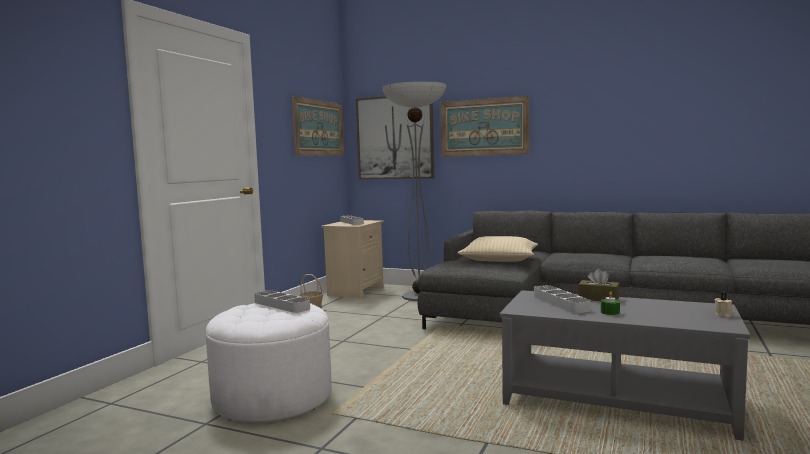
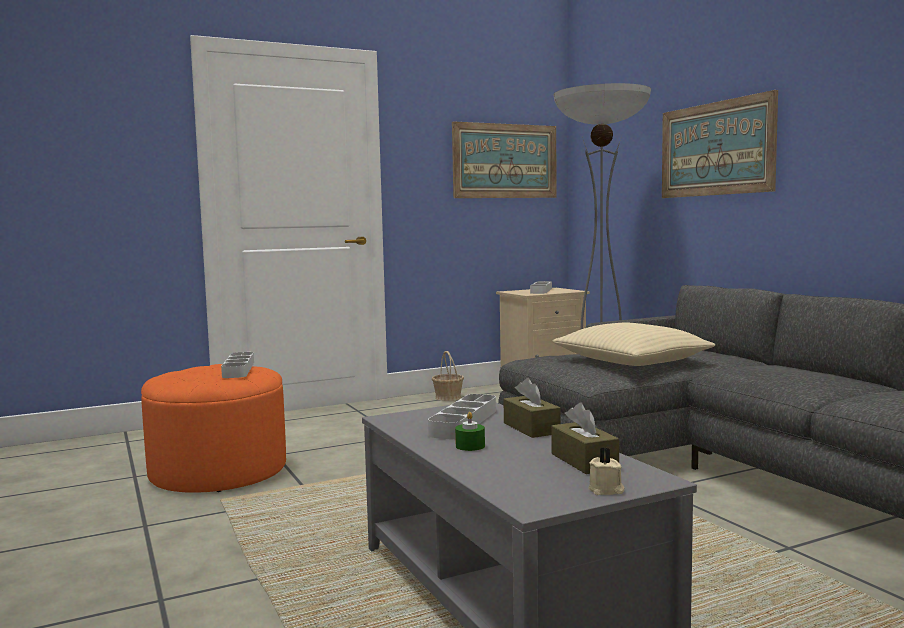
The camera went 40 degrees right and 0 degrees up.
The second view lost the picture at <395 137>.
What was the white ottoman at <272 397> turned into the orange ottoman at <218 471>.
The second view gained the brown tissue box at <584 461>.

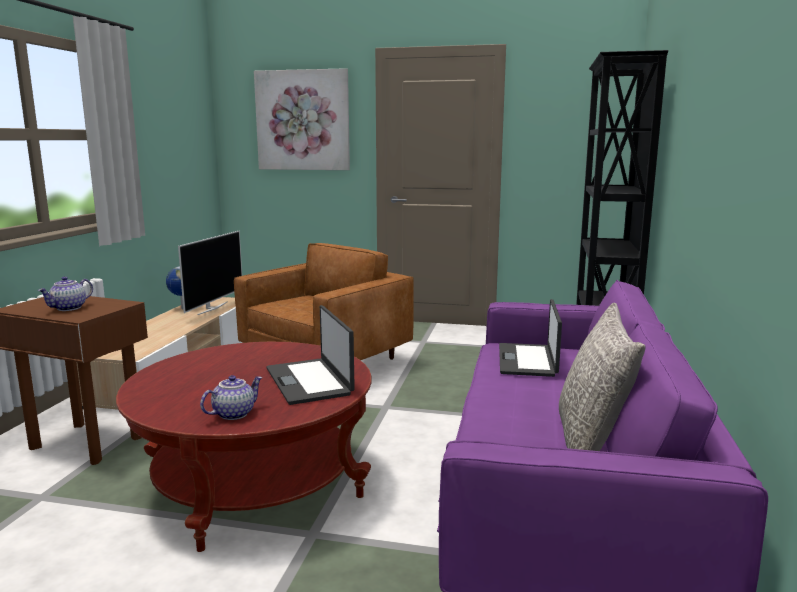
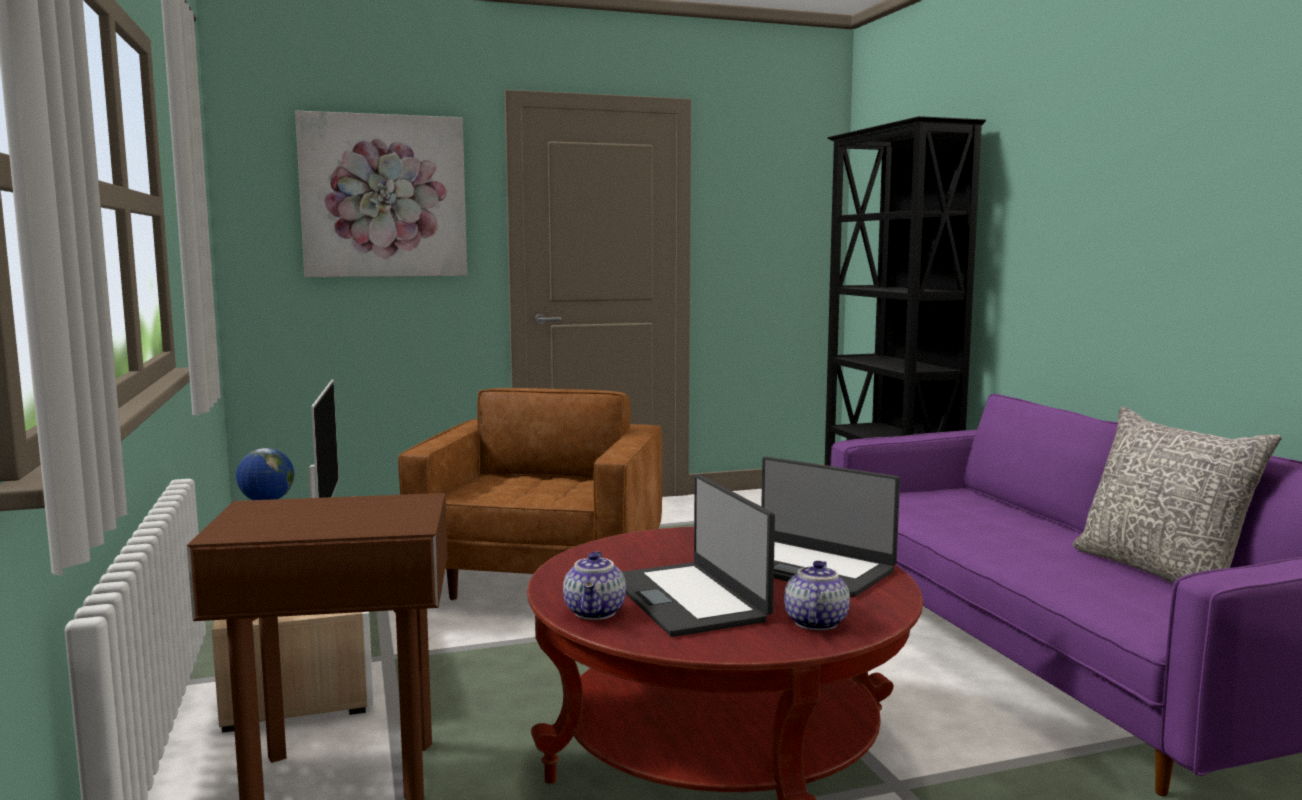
The camera went 30 degrees left and 5 degrees down.
The teapot ended up elsewhere, having gone from <69 308> to <596 612>.
The laptop ended up elsewhere, having gone from <528 360> to <689 599>.

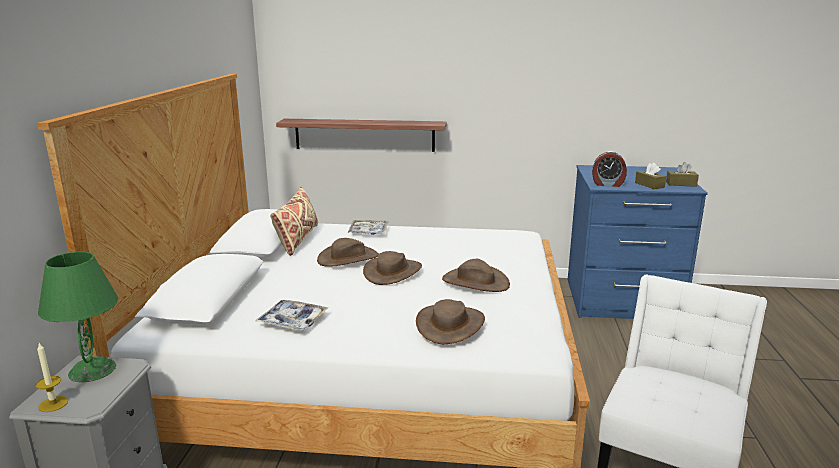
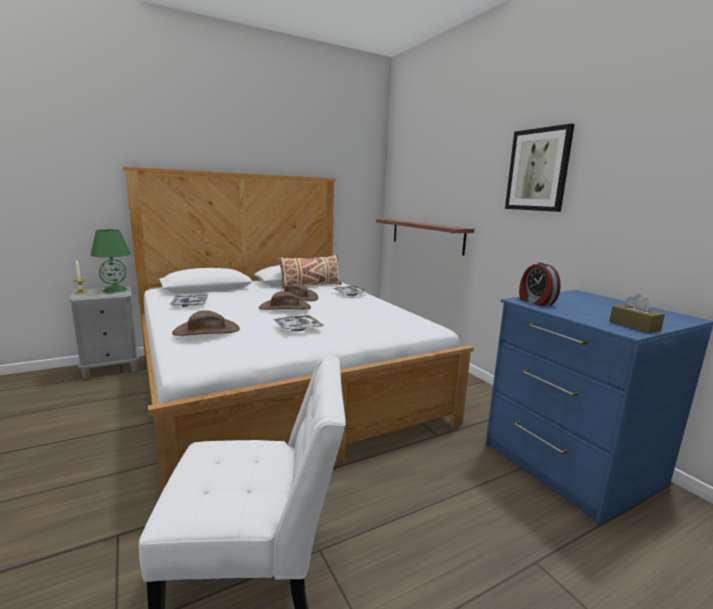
The camera went 55 degrees right and 5 degrees down.
The second view lost the brown tissue box at <649 185>.
Where the brown hat stood at <475 282>, the tray came to stand at <298 328>.
The second view gained the picture at <538 170>.

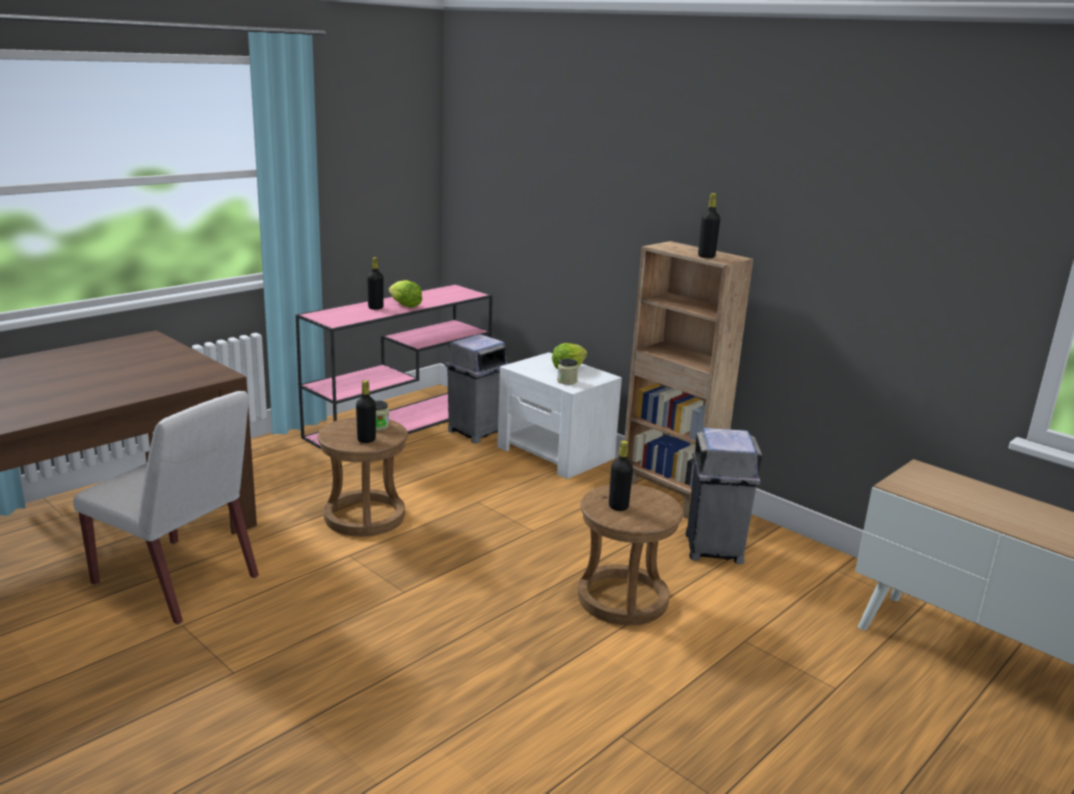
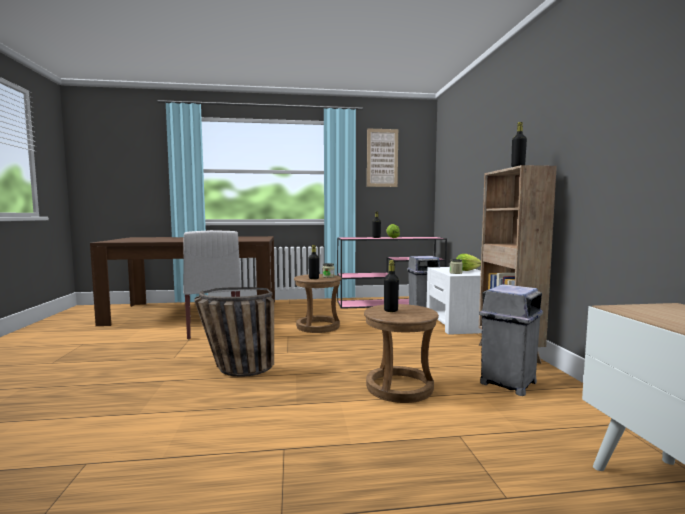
The camera went 40 degrees right and 15 degrees down.
The second view gained the picture at <382 158>.
The second view gained the basket at <232 369>.

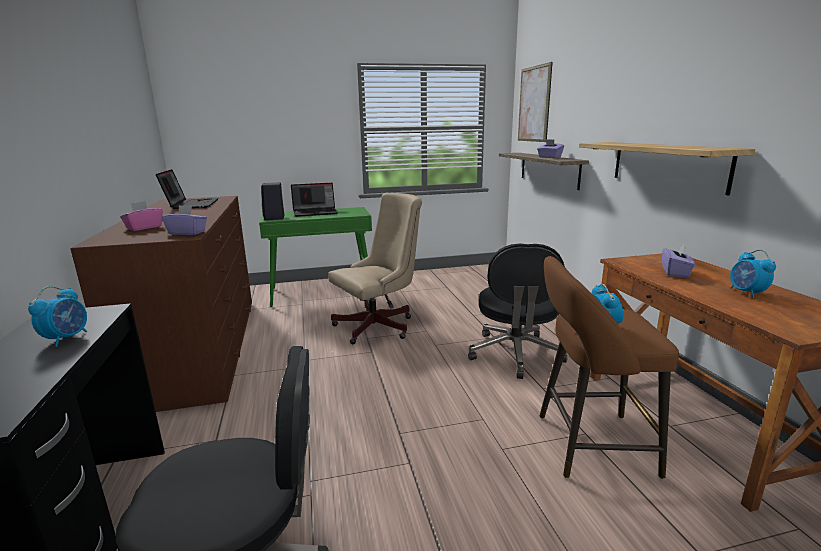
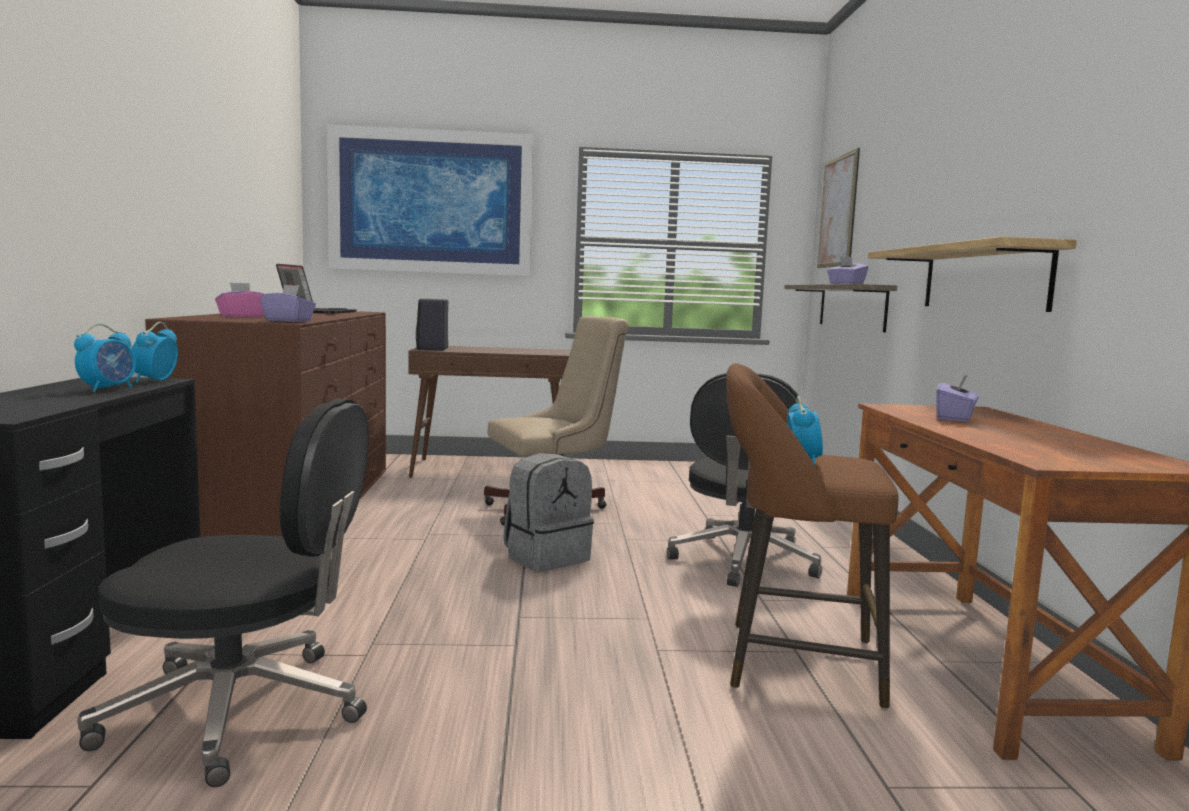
The camera went 10 degrees right and 10 degrees down.
The second view lost the laptop at <315 212>.
What was the green console table at <322 292> turned into the brown console table at <491 470>.
The alarm clock ended up elsewhere, having gone from <746 293> to <154 381>.
The second view gained the picture at <431 202>.
The second view gained the grey backpack at <546 557>.

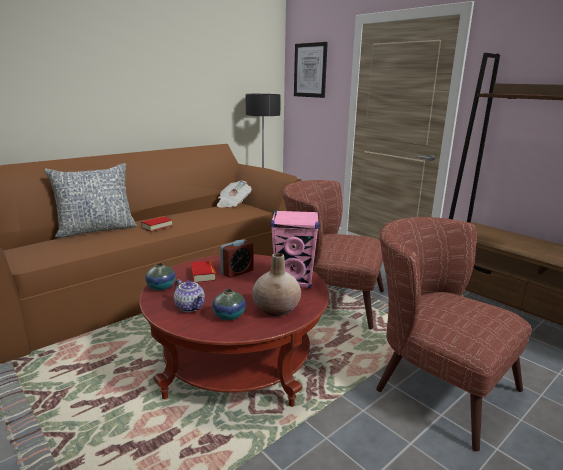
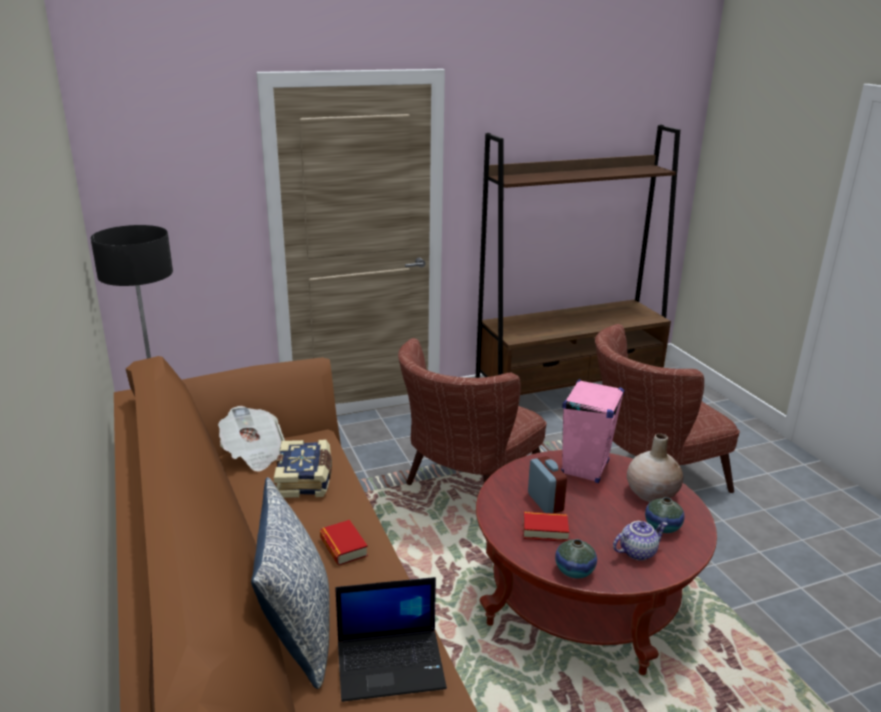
The camera went 70 degrees left and 5 degrees up.
The second view lost the picture at <310 70>.
The second view gained the book at <305 479>.
The second view gained the laptop at <391 664>.

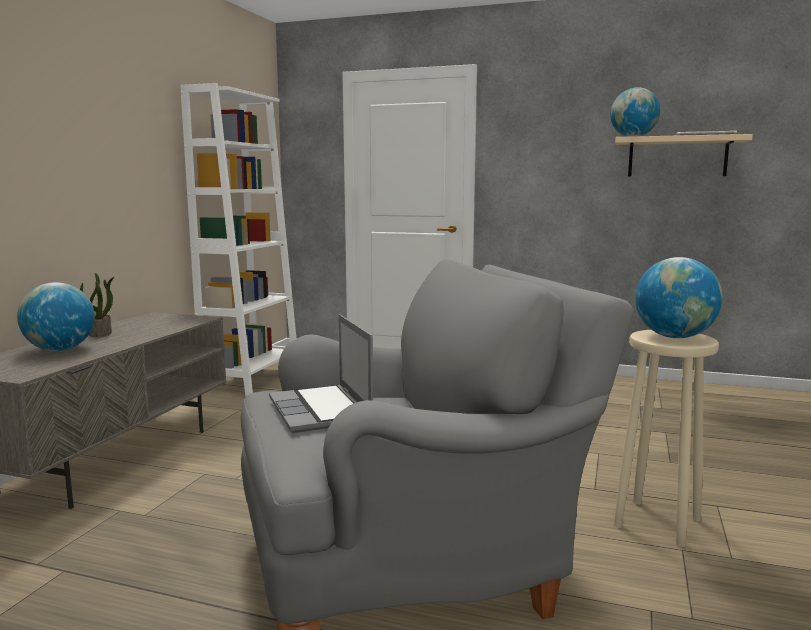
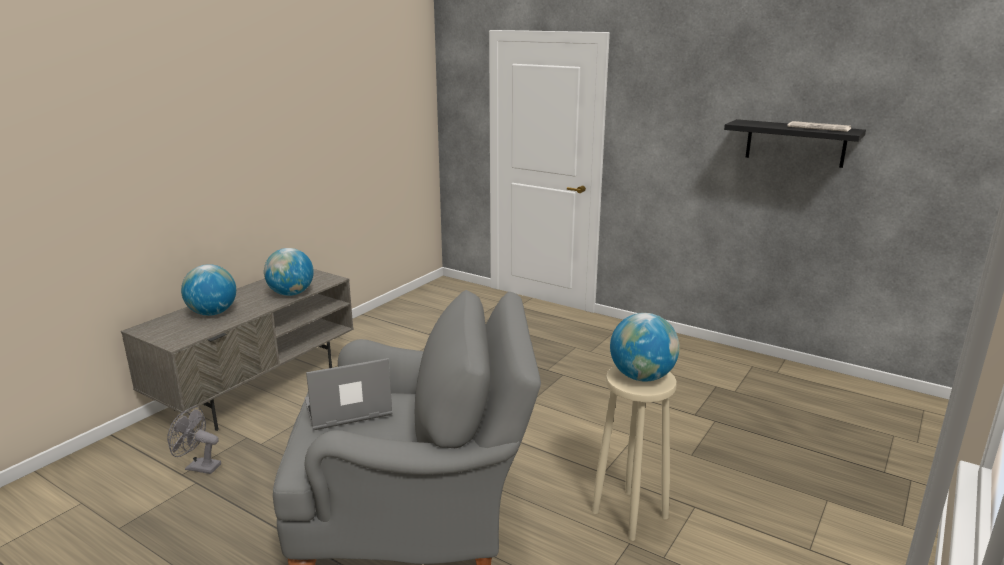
The camera went 15 degrees right and 10 degrees up.
The second view lost the white bookcase at <252 380>.
The globe ended up elsewhere, having gone from <633 137> to <291 294>.
What was the beige shelf at <677 157> turned into the black shelf at <795 143>.
The second view lost the potted plant at <101 333>.
The laptop at <322 411> ended up facing another way, 75 degrees clockwise from before.
The second view gained the grey fan at <198 467>.

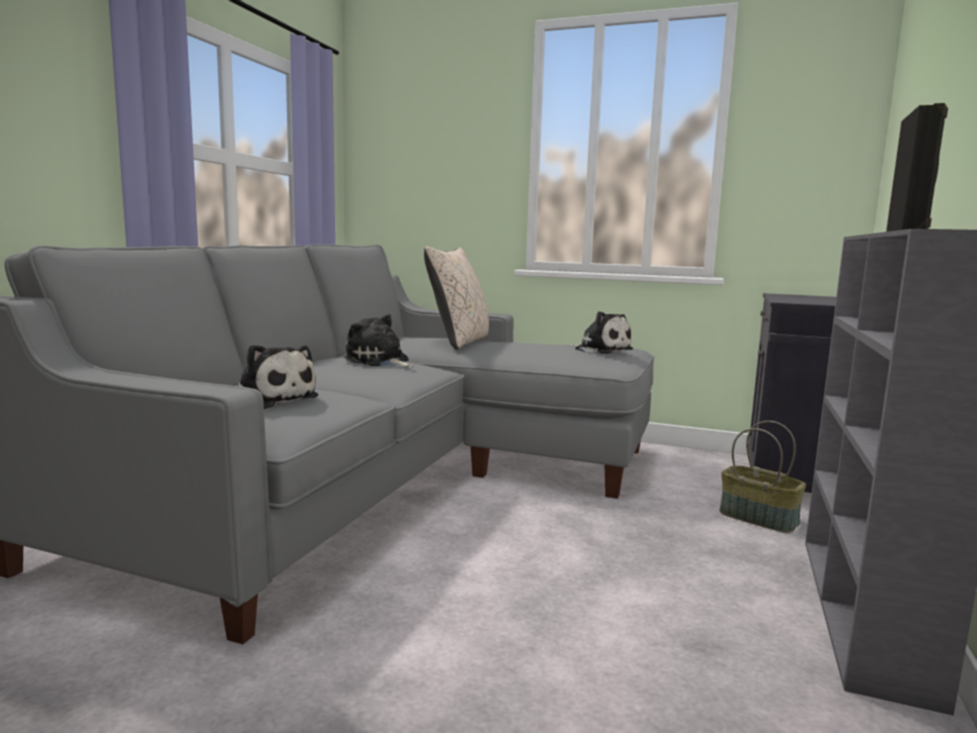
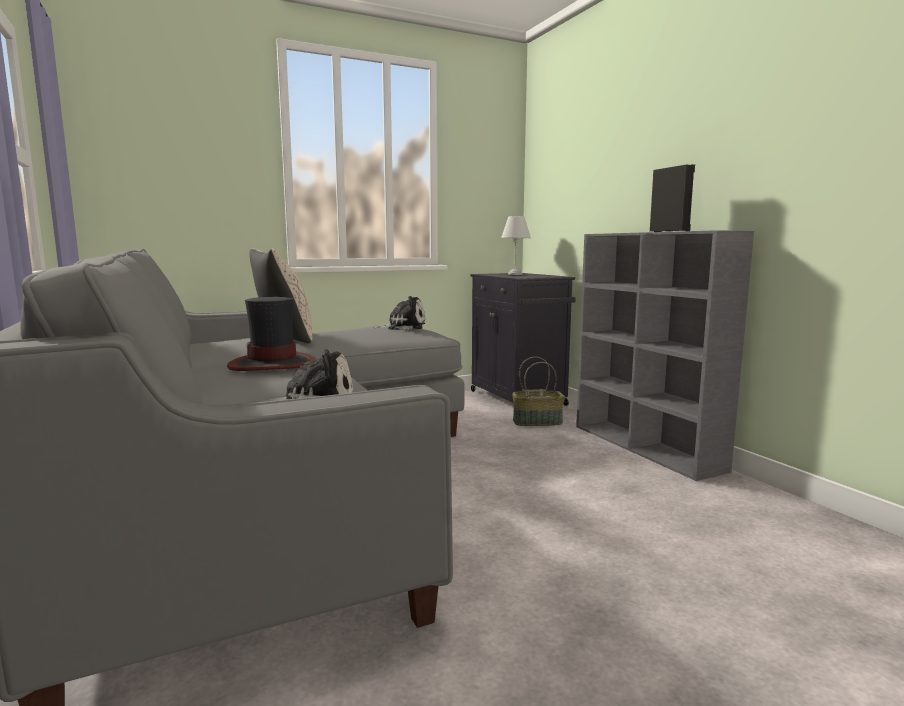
The camera went 45 degrees left and 0 degrees up.
Where the plush toy stood at <379 361>, the hat came to stand at <273 364>.
The second view gained the white table lamp at <515 274>.

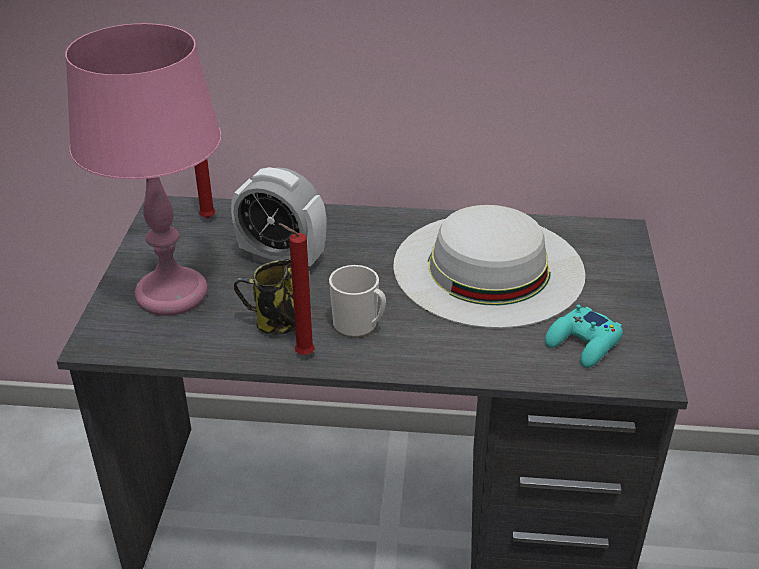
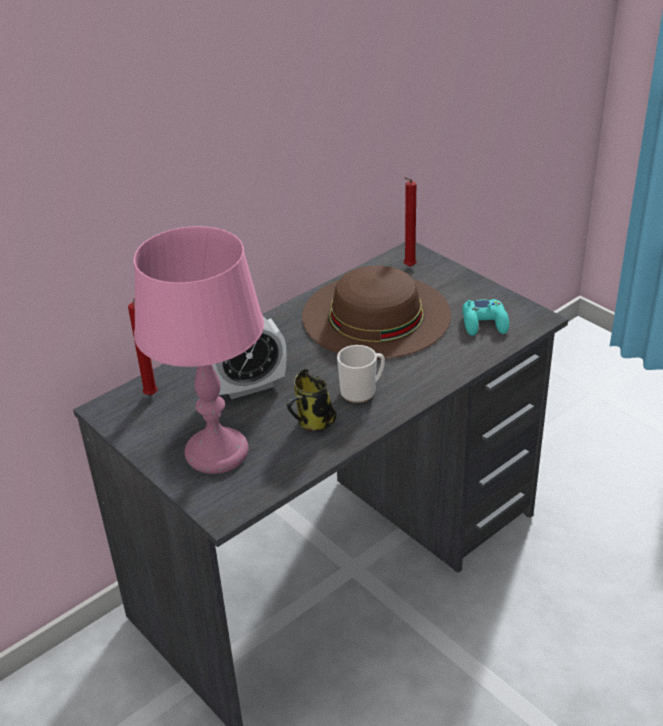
The camera went 45 degrees left and 0 degrees up.
What was the white hat at <488 268> turned into the brown hat at <376 315>.
The red candle ended up elsewhere, having gone from <301 354> to <408 267>.

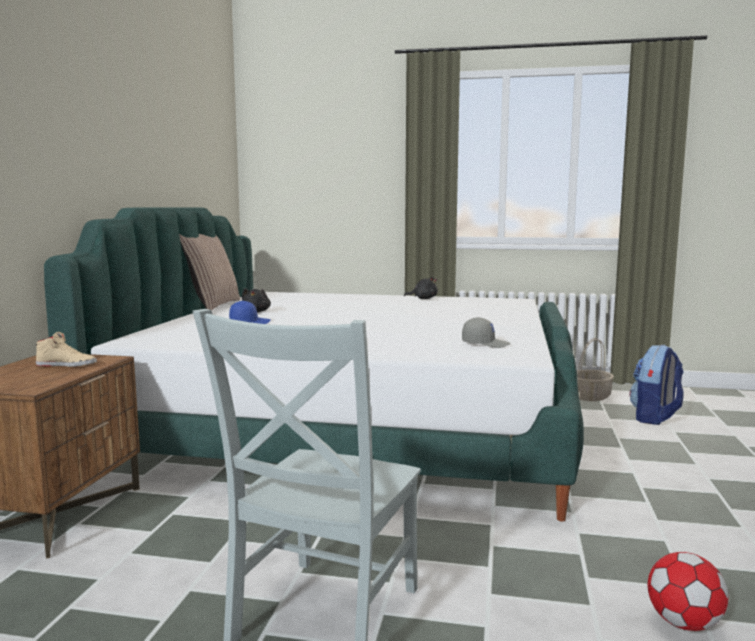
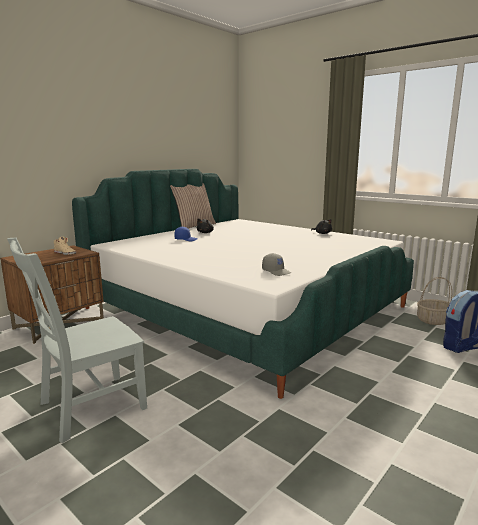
The camera went 30 degrees right and 5 degrees up.
The second view lost the football at <684 623>.

